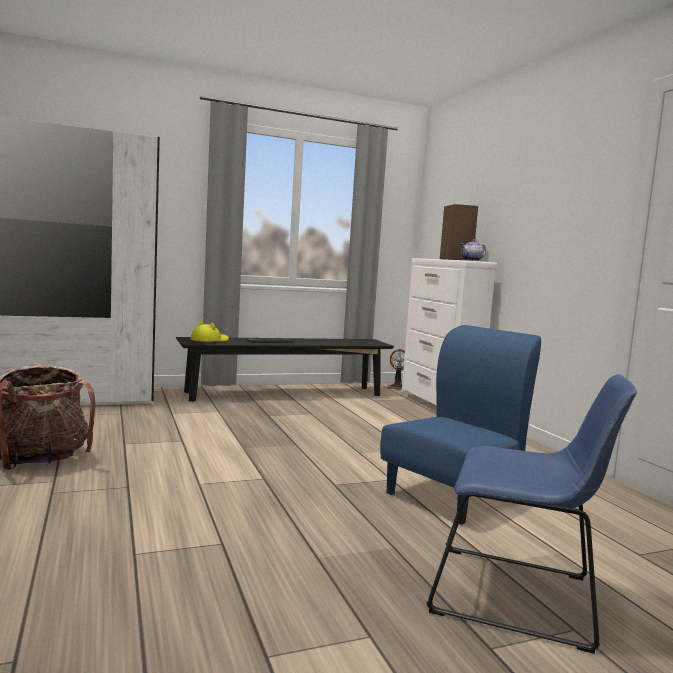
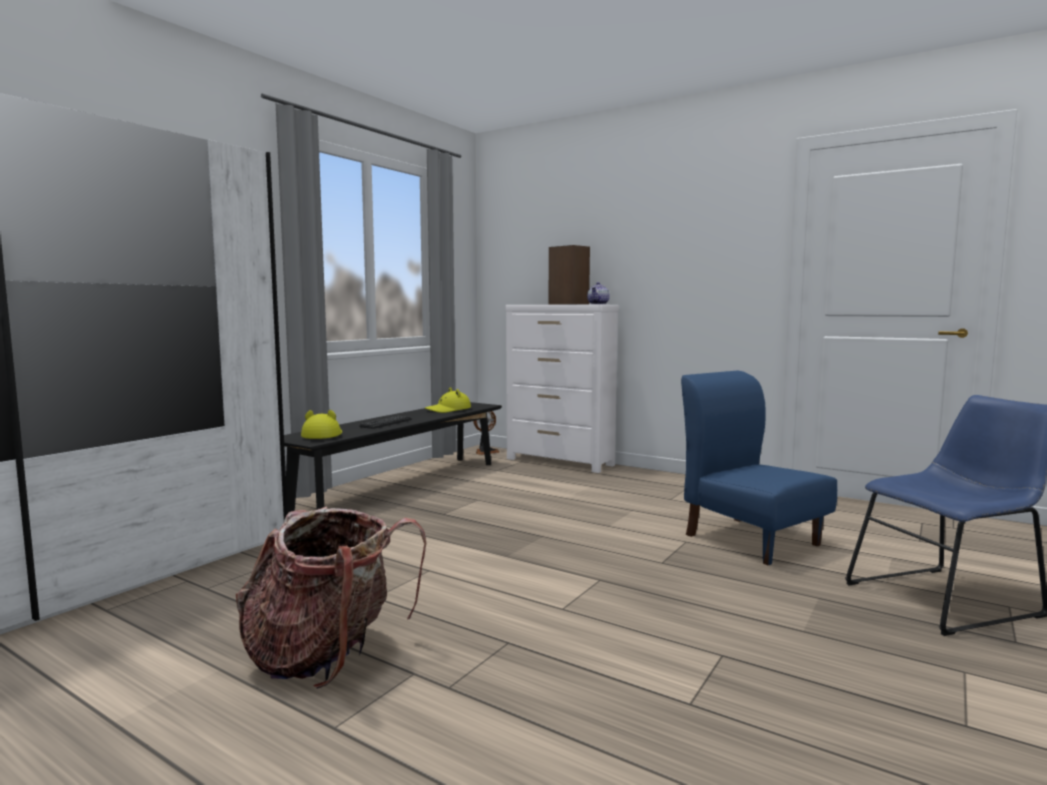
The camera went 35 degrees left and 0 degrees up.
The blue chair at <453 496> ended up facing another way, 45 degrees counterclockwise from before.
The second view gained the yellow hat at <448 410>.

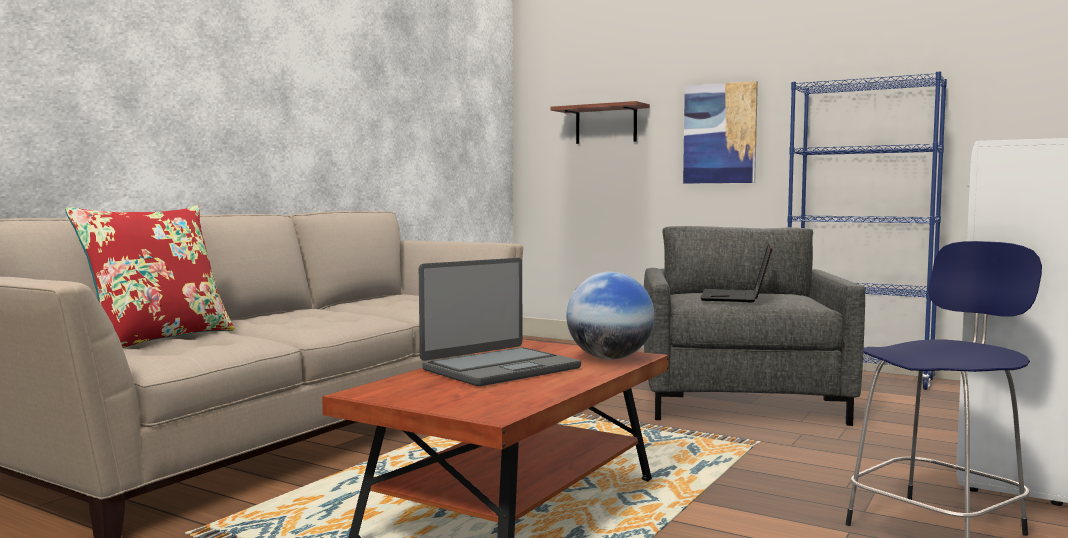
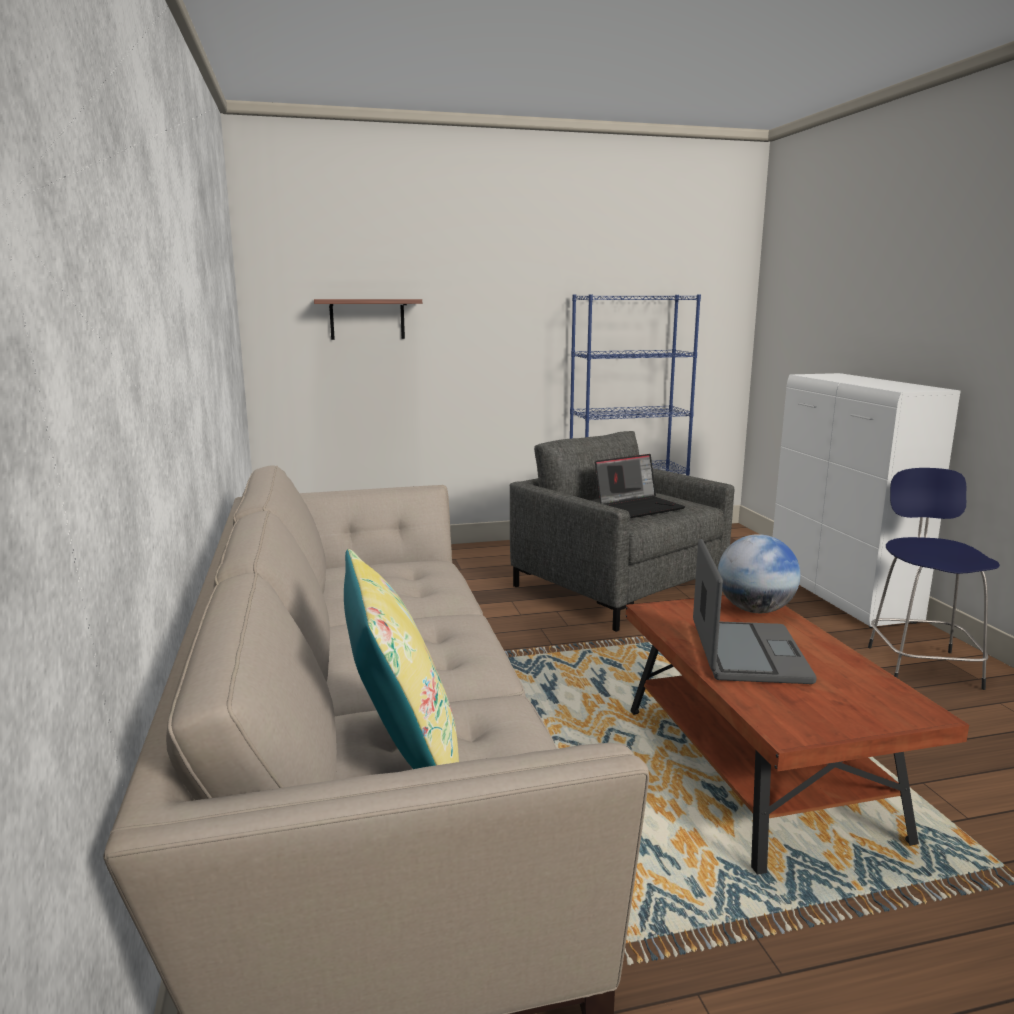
The camera went 45 degrees left and 10 degrees up.
The second view lost the picture at <720 133>.
What was the red pillow at <158 339> turned into the yellow pillow at <402 754>.
The laptop at <736 297> ended up facing another way, 90 degrees counterclockwise from before.

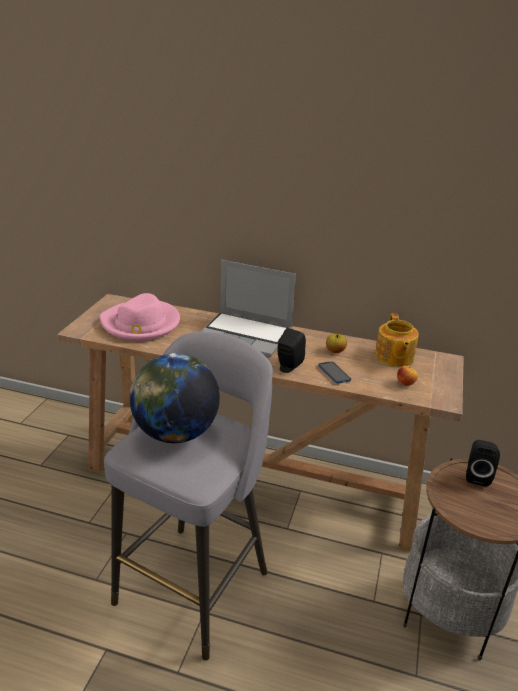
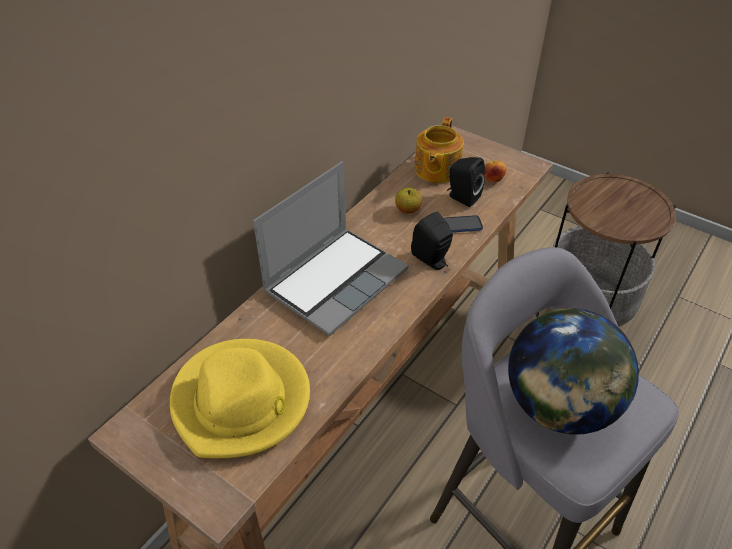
The camera went 70 degrees left and 15 degrees up.
What was the pink hat at <141 324> turned into the yellow hat at <242 401>.
The teapot at <394 357> ended up facing another way, 90 degrees clockwise from before.
The black speaker ended up elsewhere, having gone from <477 475> to <462 197>.

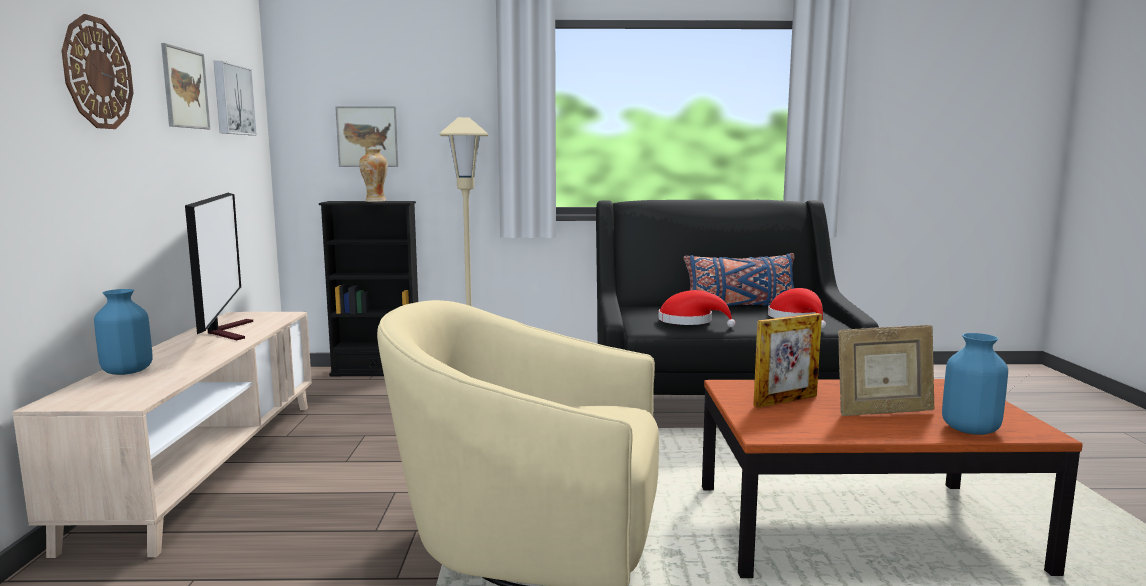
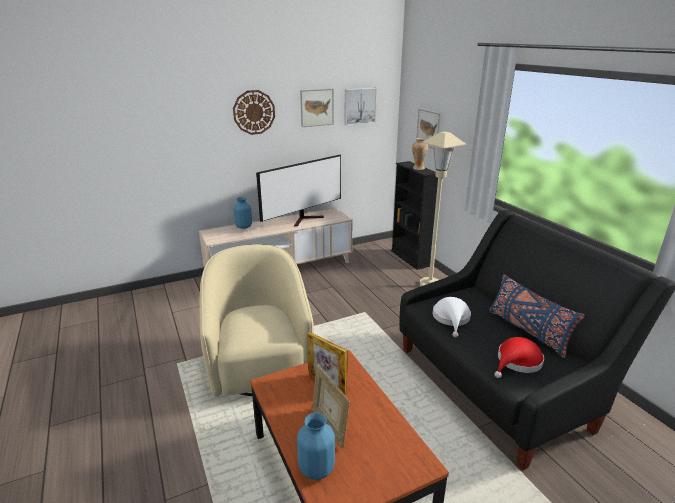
The camera went 65 degrees right and 15 degrees up.
What was the red hat at <690 322> turned into the white hat at <451 319>.

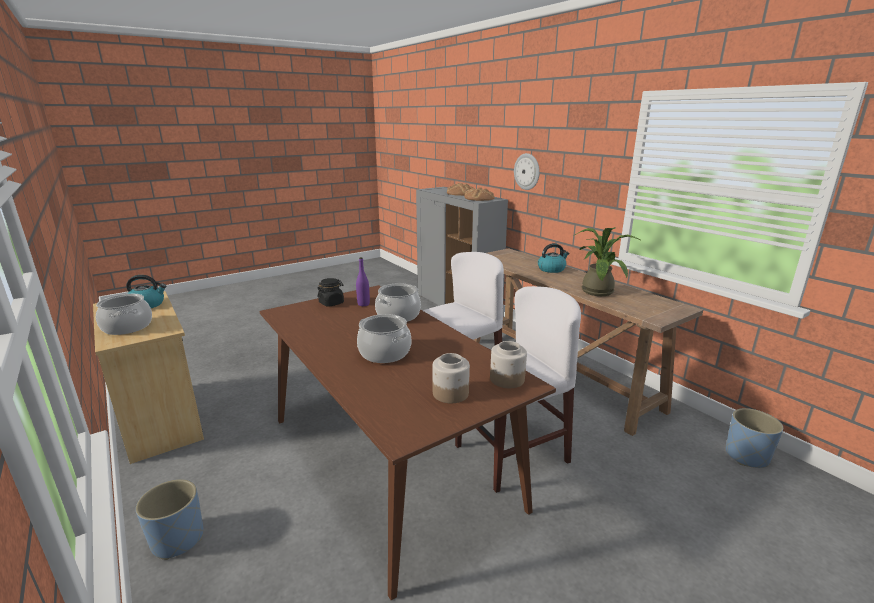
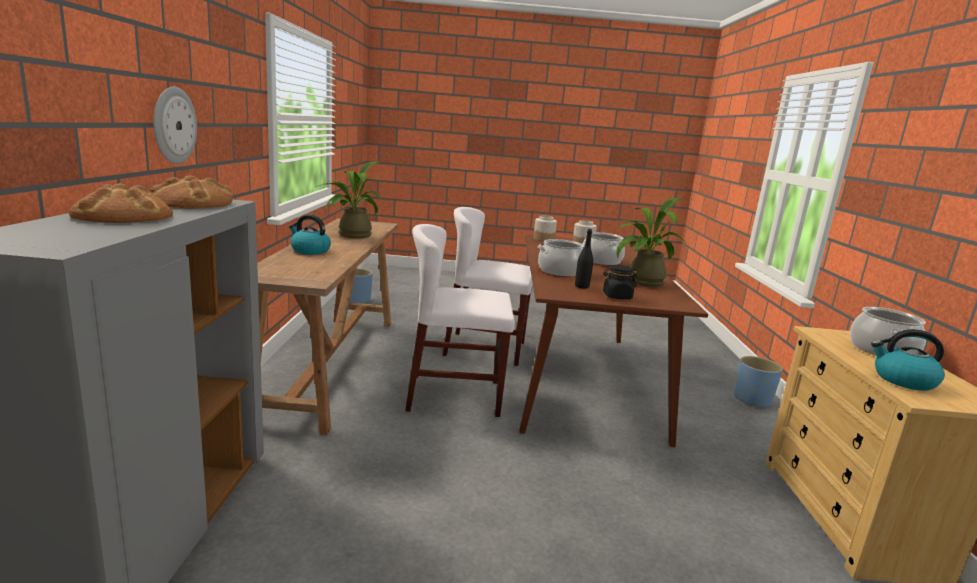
The camera went 145 degrees left and 5 degrees down.
What was the purple bottle at <363 304> turned into the black bottle at <581 286>.
The second view gained the potted plant at <641 282>.

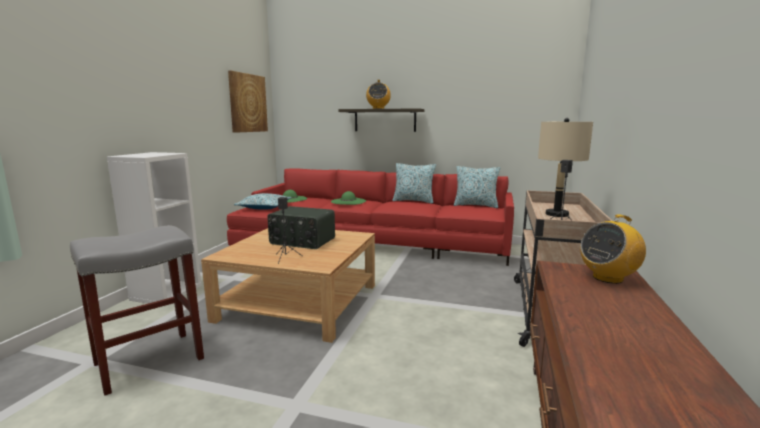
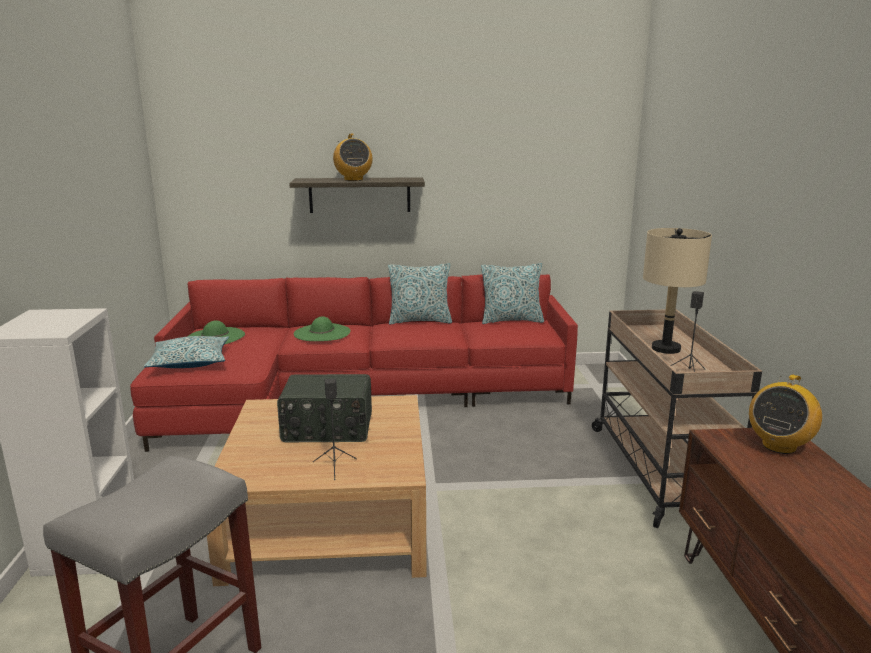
The camera went 20 degrees left and 5 degrees up.
The second view lost the picture at <247 103>.

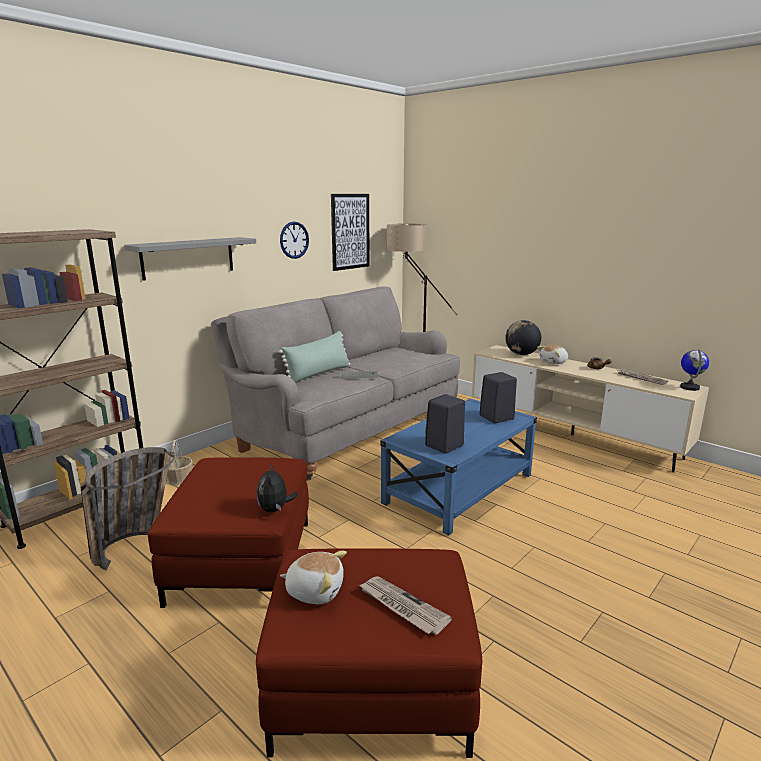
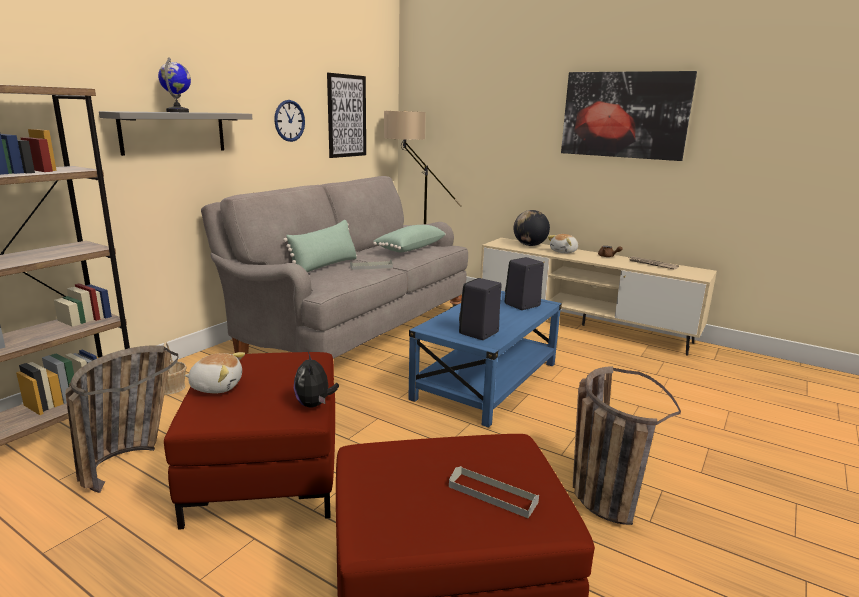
The camera went 10 degrees left and 0 degrees up.
The globe ended up elsewhere, having gone from <689 387> to <178 112>.
The plush toy ended up elsewhere, having gone from <315 590> to <216 386>.
Where the newspaper stood at <402 607>, the grey tray came to stand at <492 494>.
The second view gained the picture at <624 115>.
The second view gained the green pillow at <409 248>.
The second view gained the basket at <598 487>.

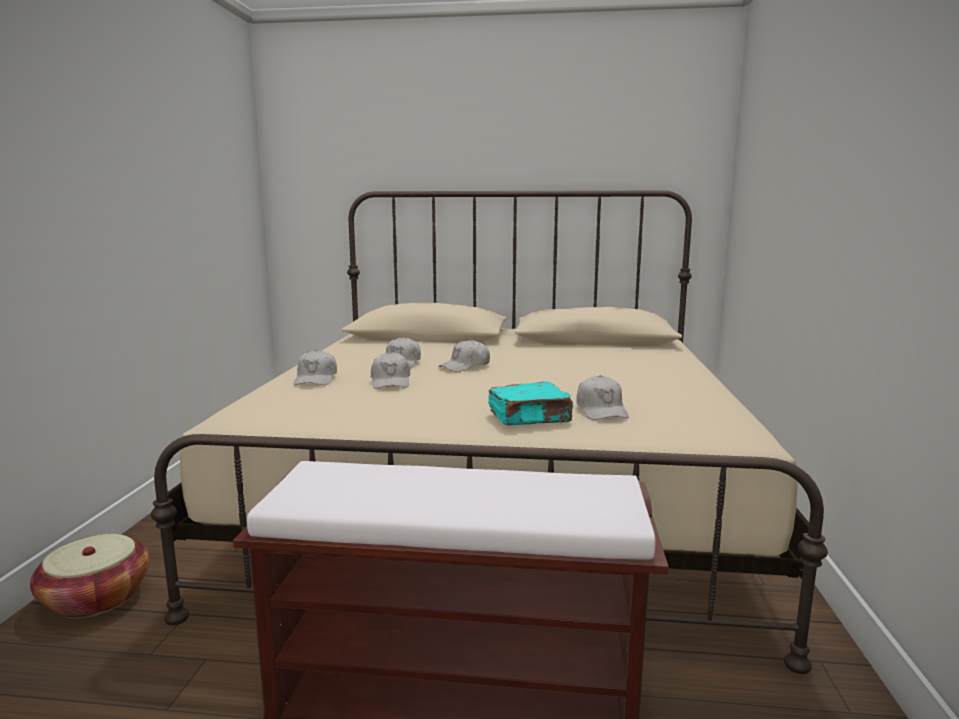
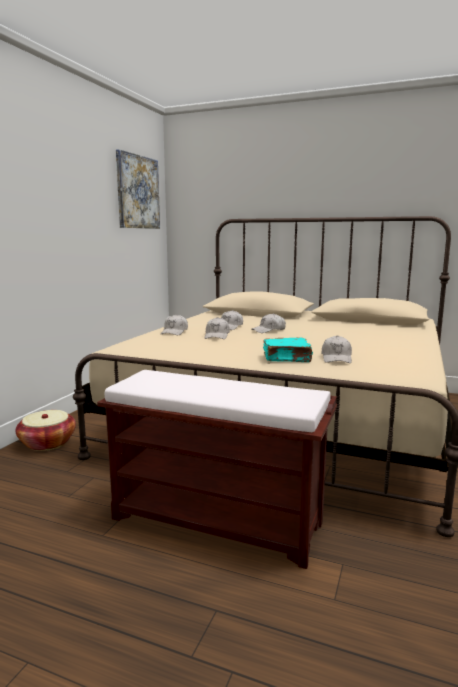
The camera went 15 degrees right and 0 degrees up.
The second view gained the picture at <138 192>.

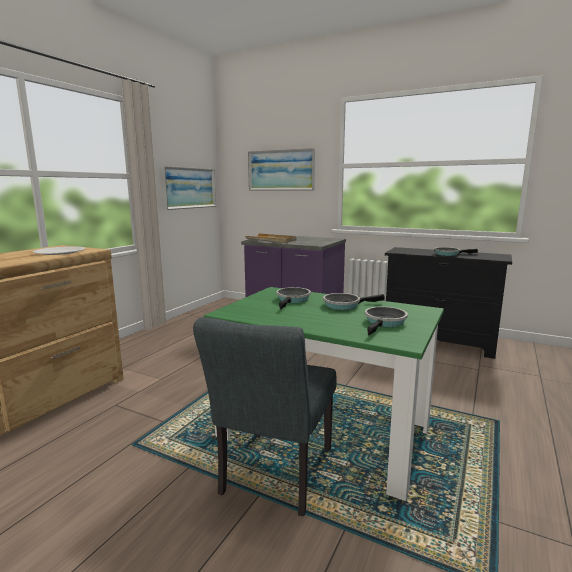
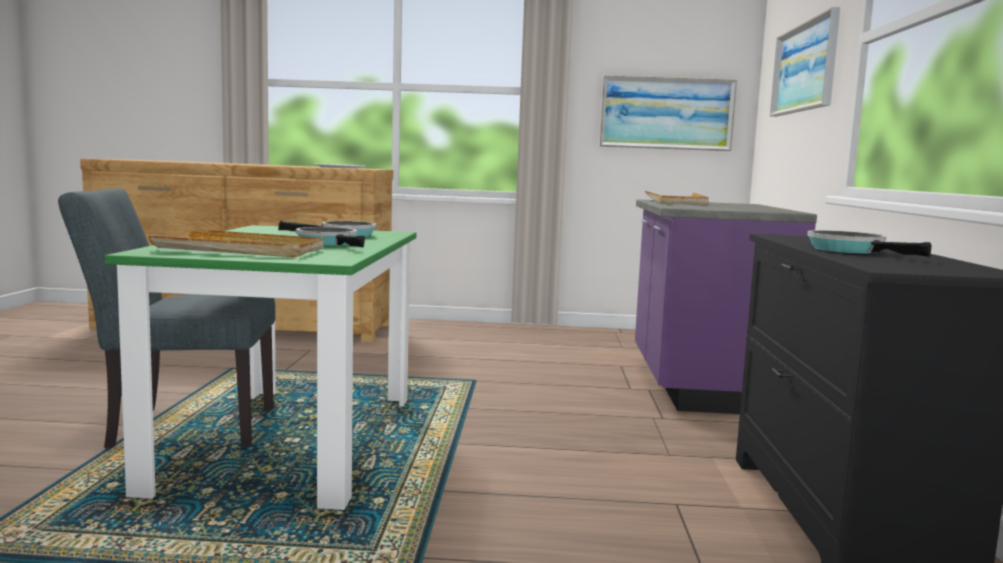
The camera went 65 degrees right and 5 degrees down.
Where the frying pan stood at <384 322>, the beige tray came to stand at <241 250>.

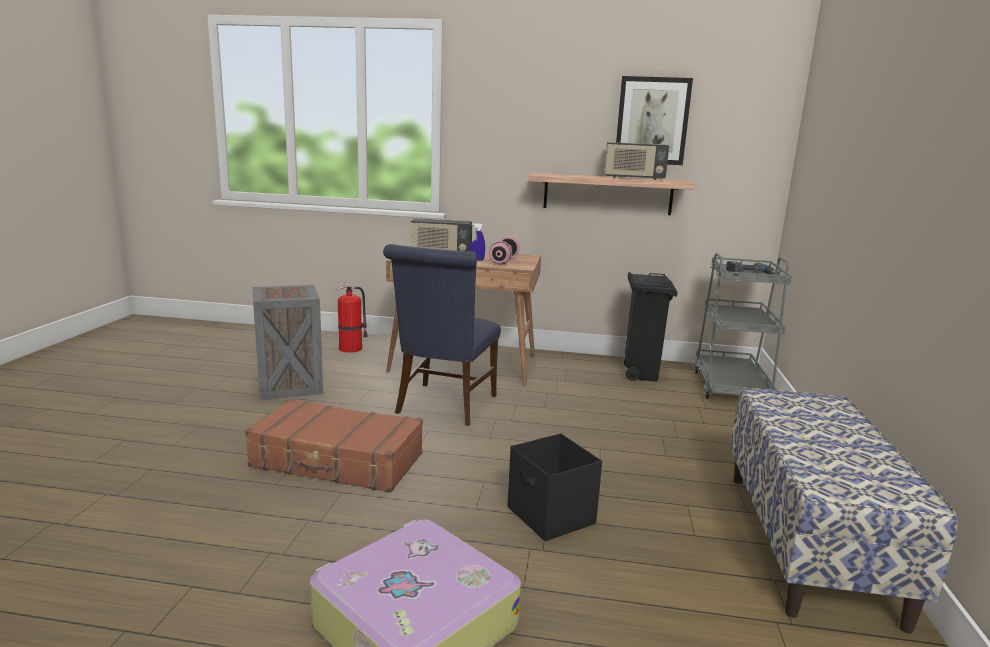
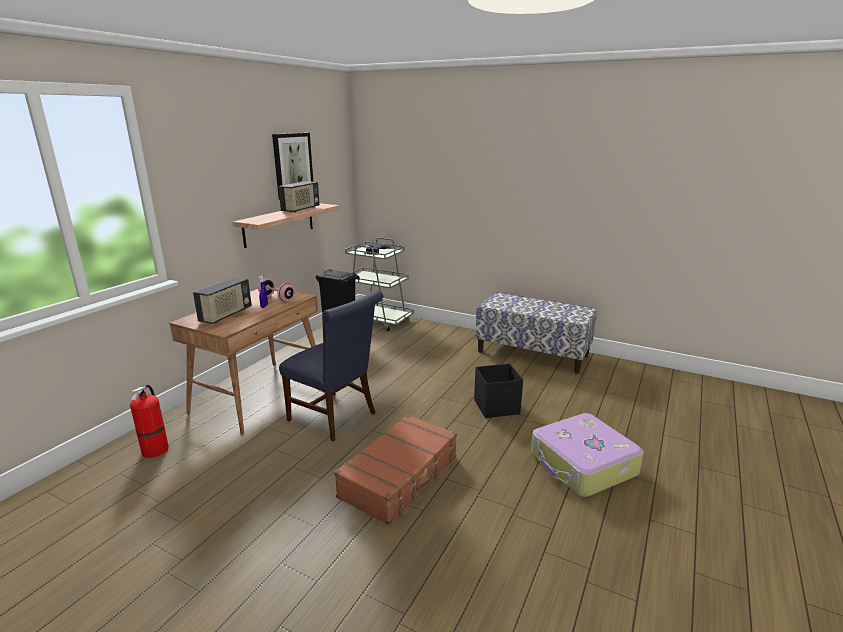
The camera went 70 degrees left and 5 degrees up.
The second view lost the crate at <291 385>.

